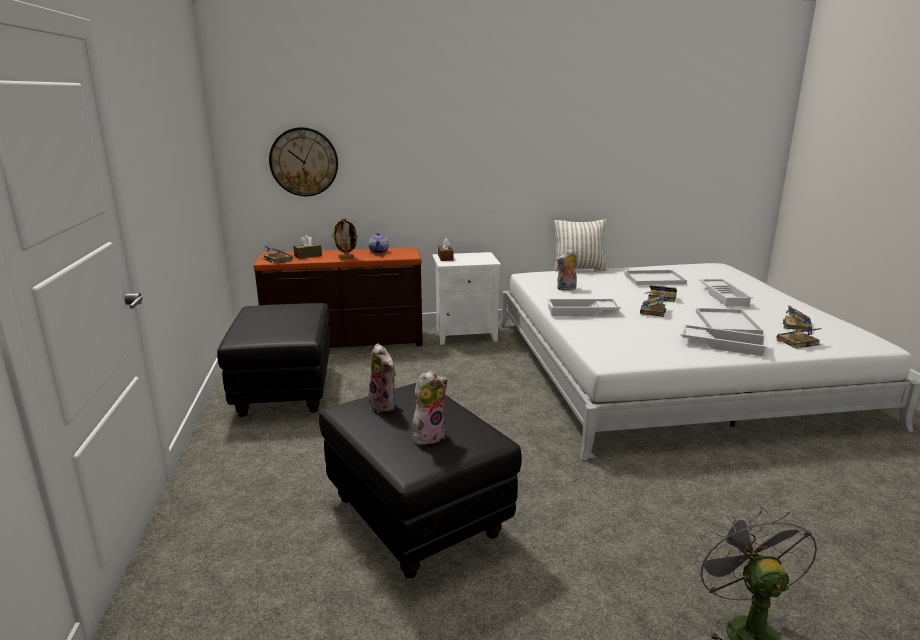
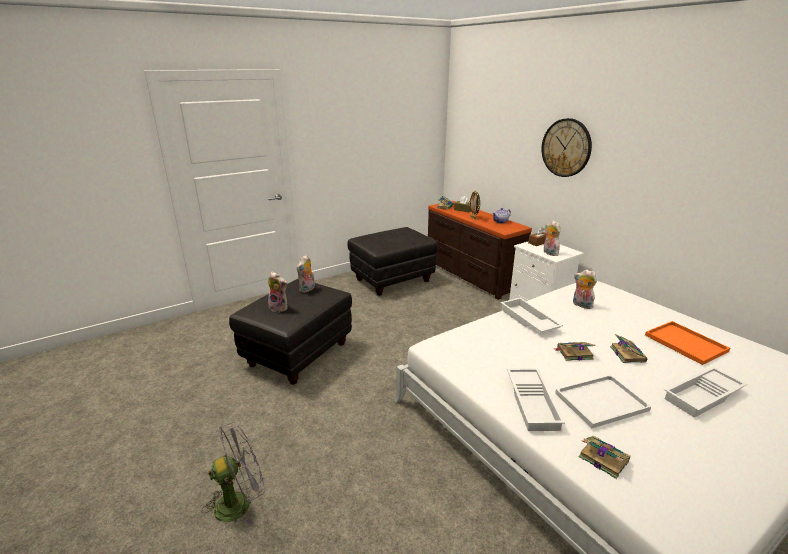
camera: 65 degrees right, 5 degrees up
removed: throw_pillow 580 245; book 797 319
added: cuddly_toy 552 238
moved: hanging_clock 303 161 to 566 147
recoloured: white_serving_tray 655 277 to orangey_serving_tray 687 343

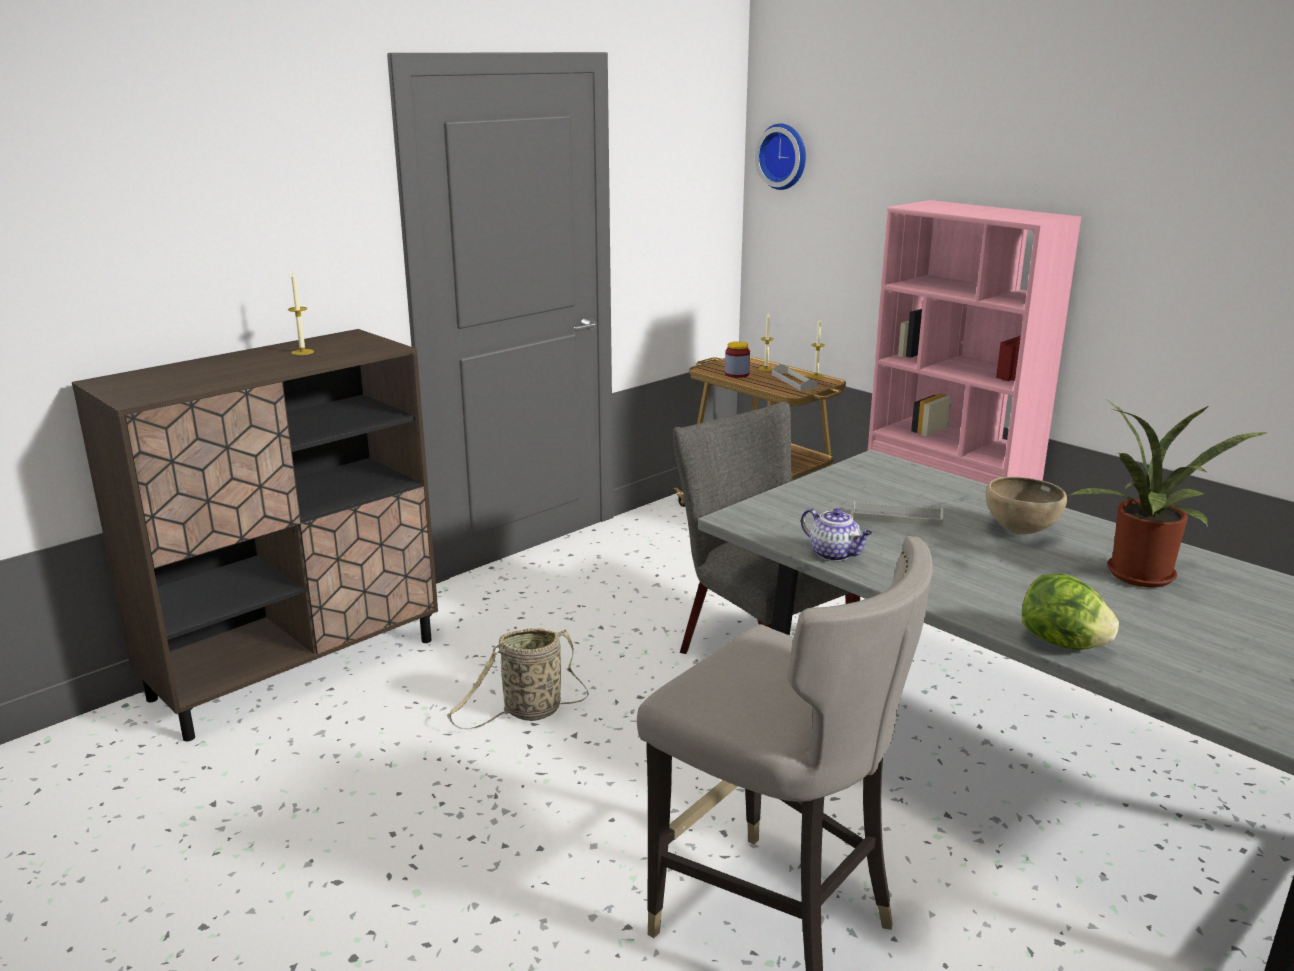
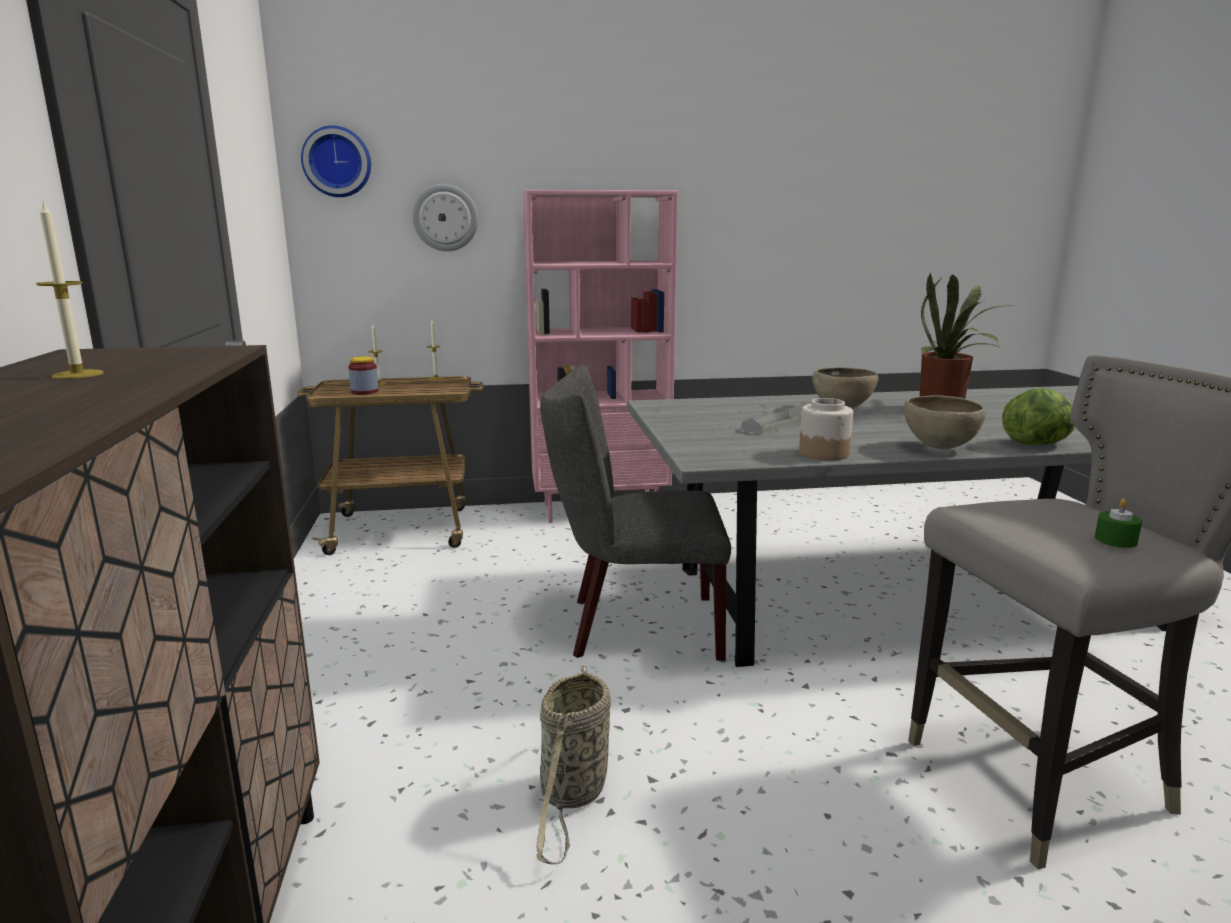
camera: 55 degrees left, 5 degrees down
removed: gray_serving_tray 795 377
added: hanging_clock 445 217; brownish_serving_bowl 945 422; green-coloured_wax_candle 1118 523
replaced: pot_for_tea 836 534 to storage_jar 826 429

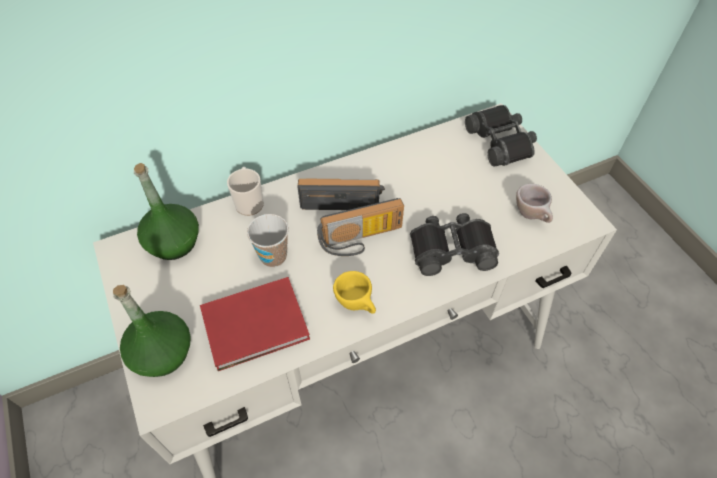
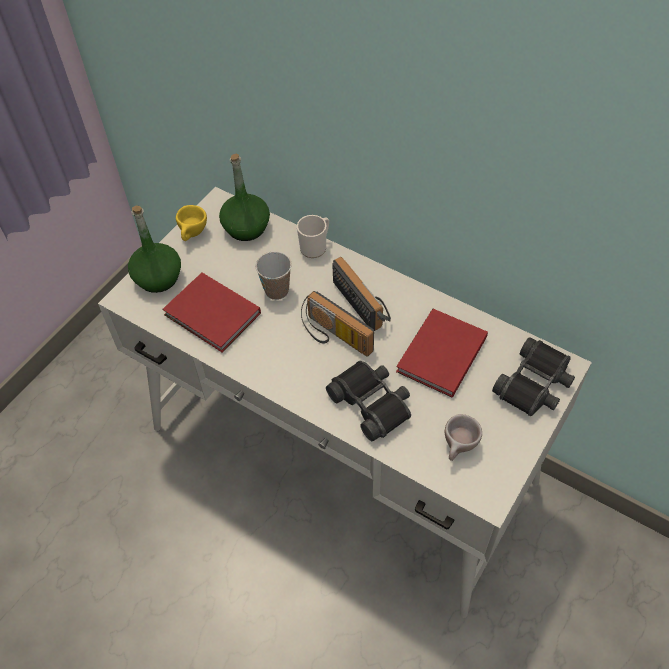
camera: 60 degrees right, 0 degrees up
added: reddish_book 442 353
moved: yellowish_cup 354 292 to 191 223

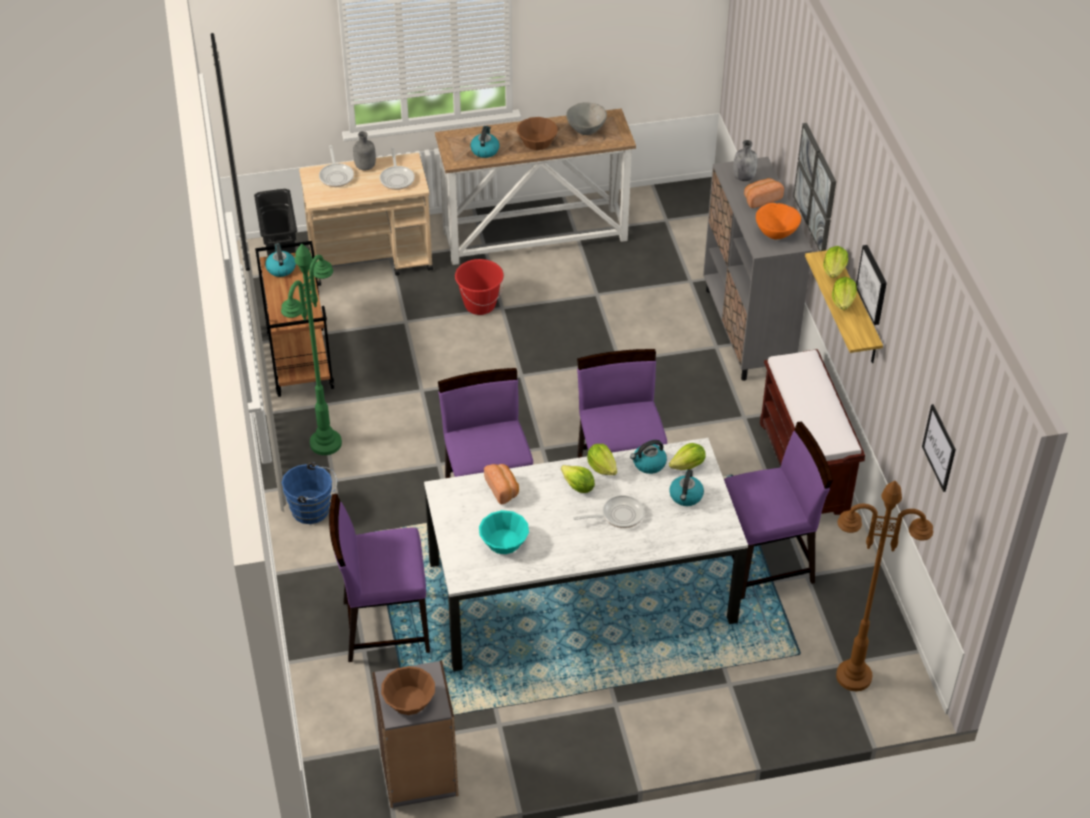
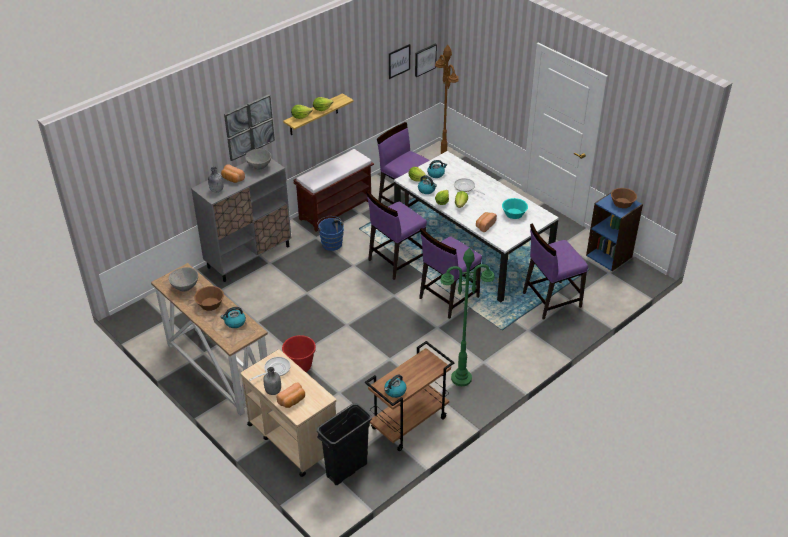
camera: 120 degrees left, 5 degrees down
moved: blue-coloured_pail 309 493 to 330 233; picture 871 285 to 426 60
replaced: frying_pan 336 166 to baked_bread 291 395
recoloured: gray_bookcase 415 734 to blue-coloured_bookcase 614 231; orangey_serving_bowl 778 221 to gray_serving_bowl 258 159
turned: purple-coloured_chair 379 578 = 555 271 105 degrees clockwise

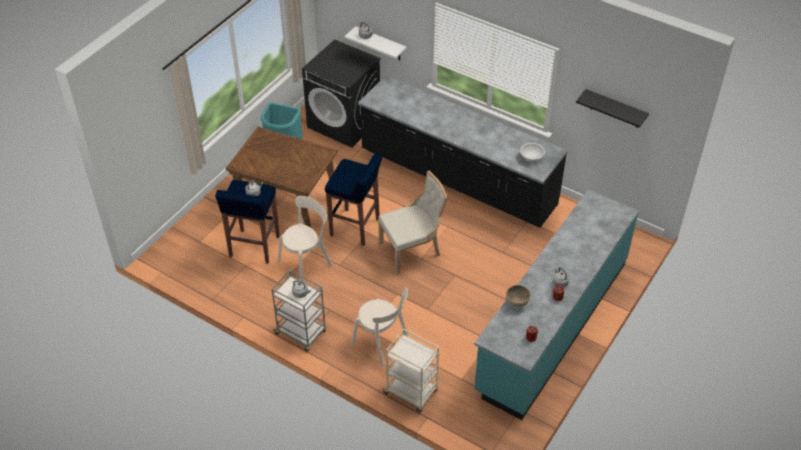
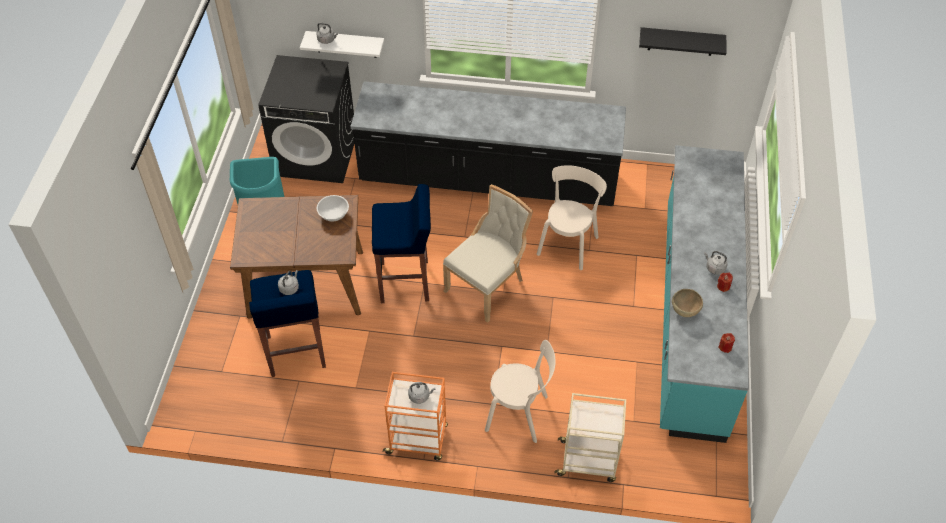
camera: 25 degrees left, 5 degrees up
moved: sand-coloured_chair 305 239 to 572 217; white_serving_bowl 532 152 to 333 208
recoloured: gray_trolley 299 310 to orangey_trolley 415 416

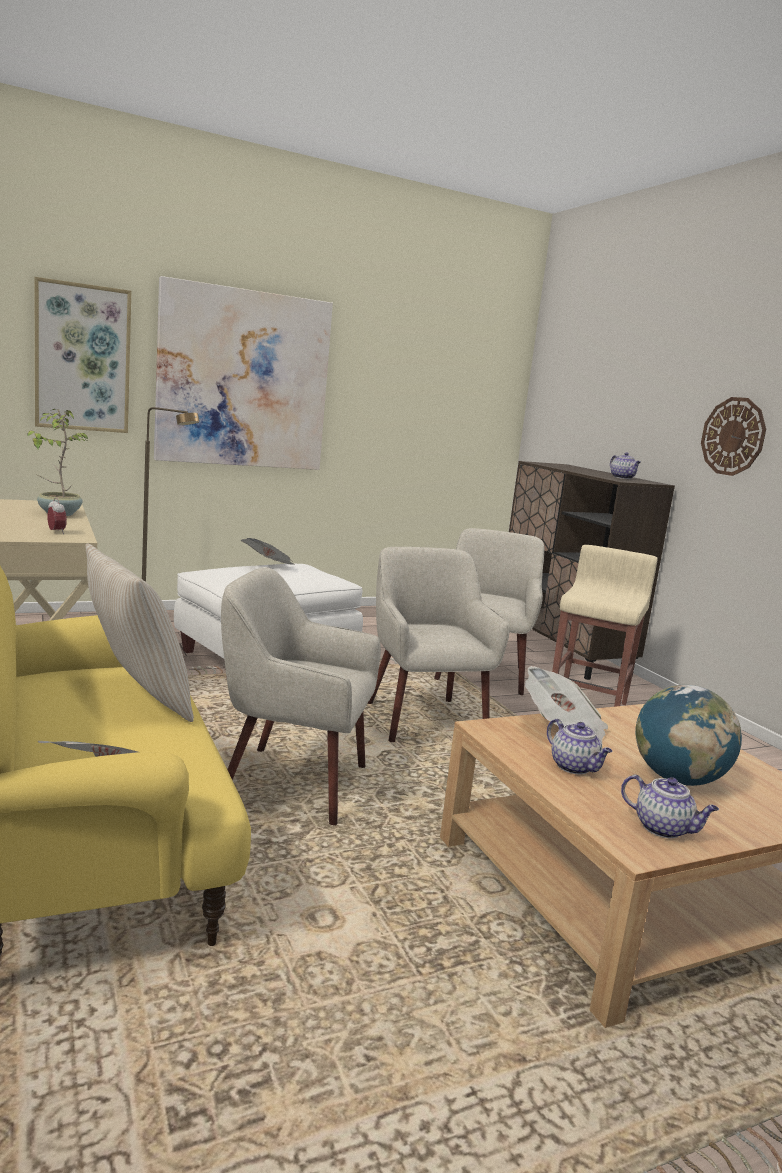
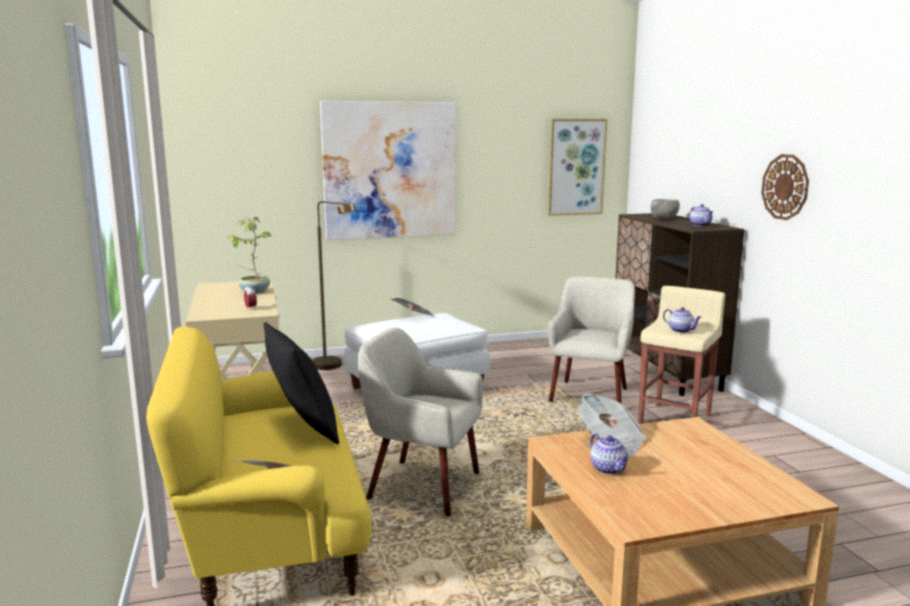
camera: 10 degrees right, 0 degrees up
removed: sand-coloured_easy_chair 438 644; globe 688 735
added: gray_serving_bowl 665 209
moved: picture 82 355 to 577 167; pot_for_tea 670 806 to 682 320
recoloured: sand-coloured_throw_pillow 139 632 to blackish_throw_pillow 301 383

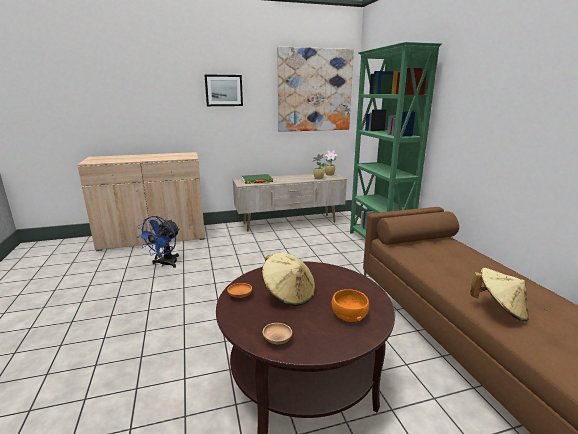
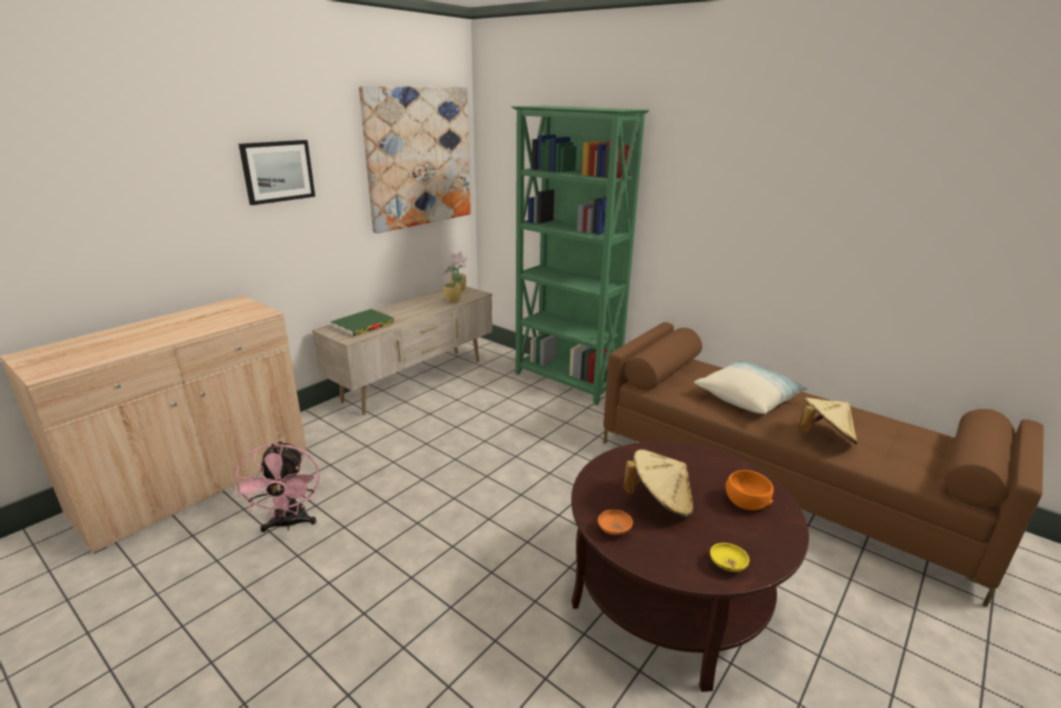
camera: 35 degrees left, 5 degrees up
added: throw_pillow 751 387
recoloured: blue-coloured_cooling_fan 158 242 to pink-coloured_cooling_fan 277 486; brownish_serving_bowl 277 333 to yellowish_serving_bowl 729 557

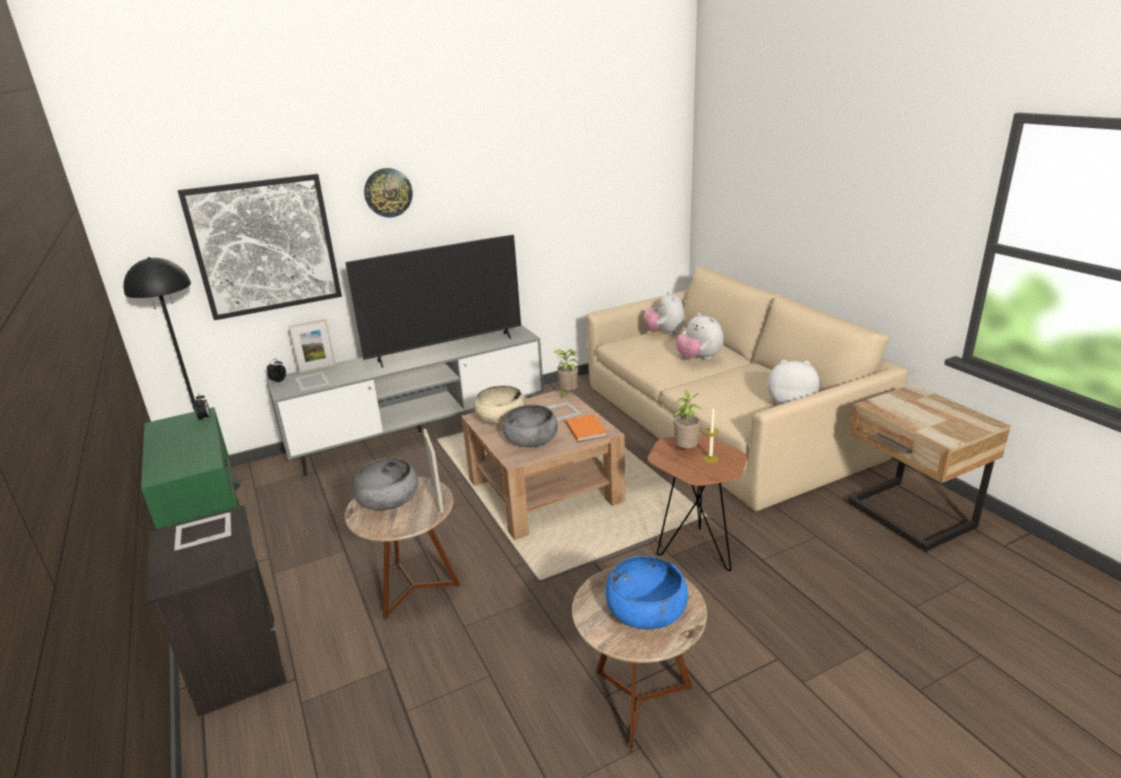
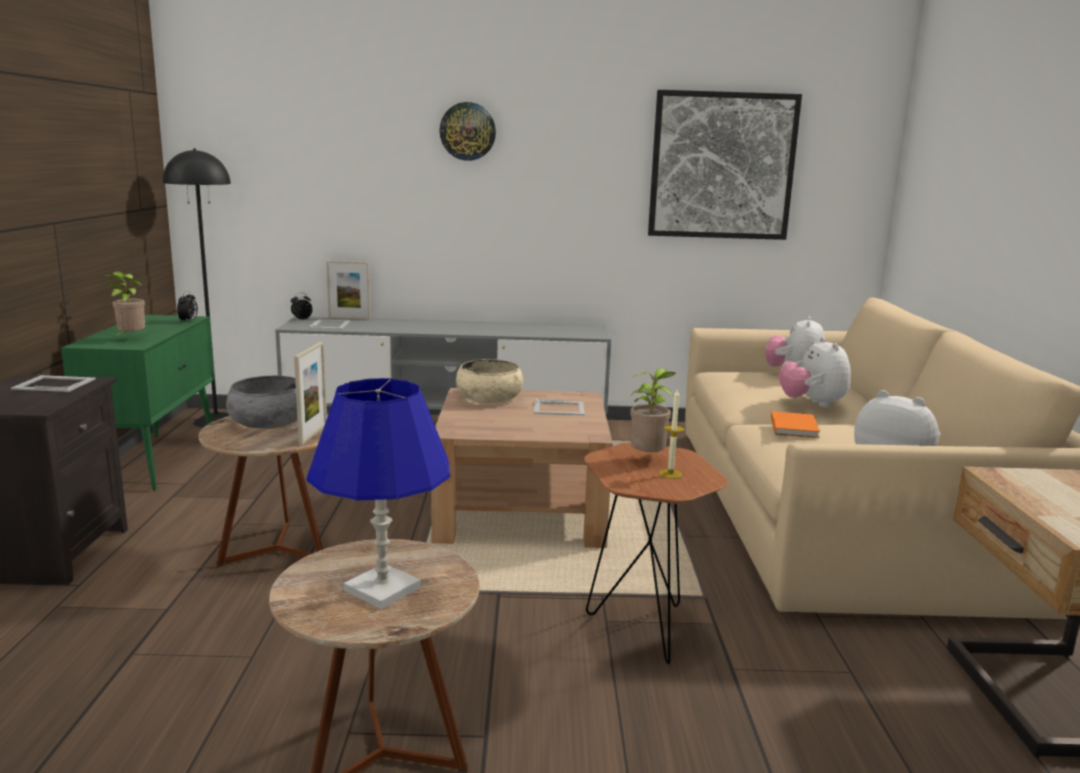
camera: 25 degrees right, 10 degrees down
removed: TV 433 301; gray_serving_bowl 530 426
moved: picture 260 247 to 725 165; plant_in_a_pot 566 373 to 123 304; orangey_book 586 428 to 795 424
replaced: blue-coloured_serving_bowl 646 593 to blue-coloured_tabletop_lamp 378 493

